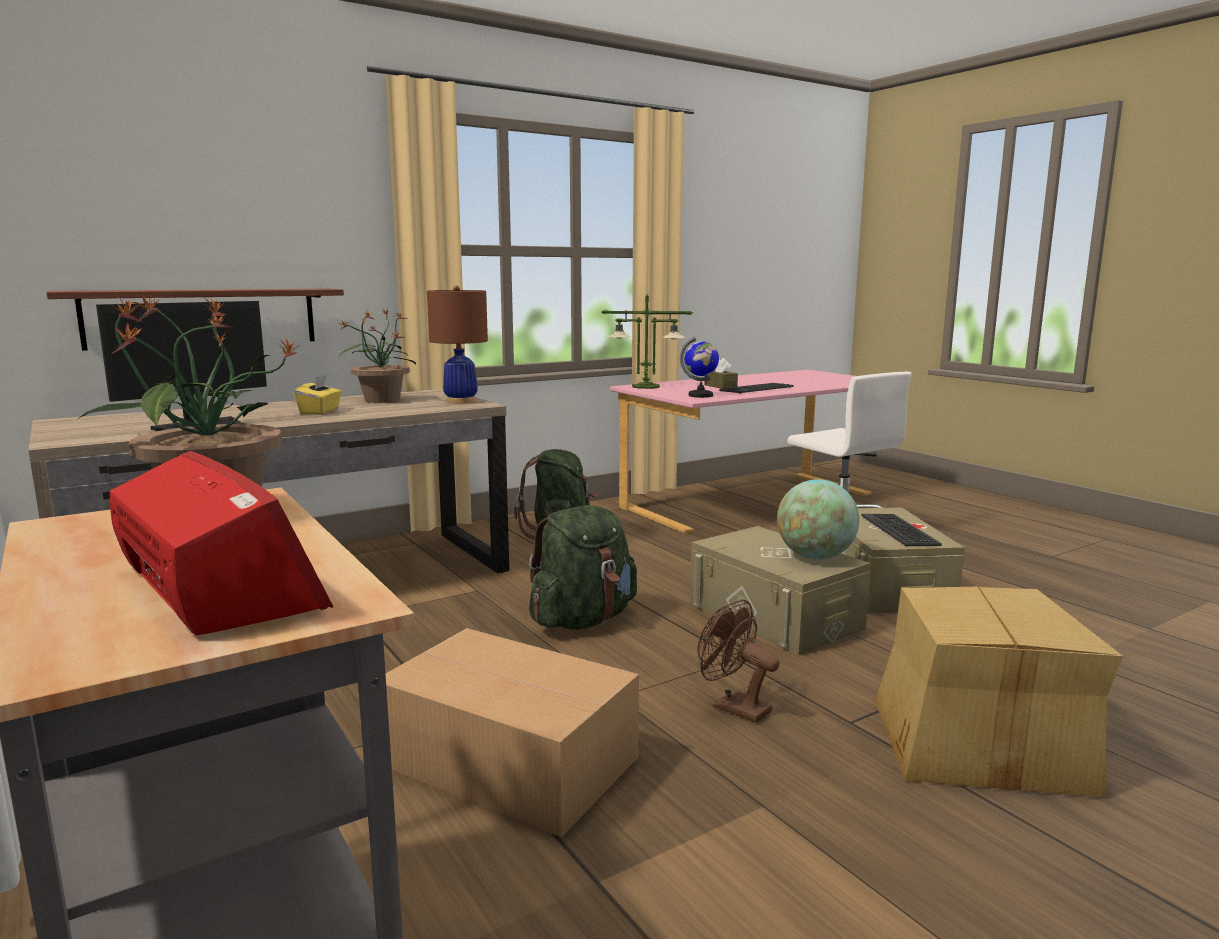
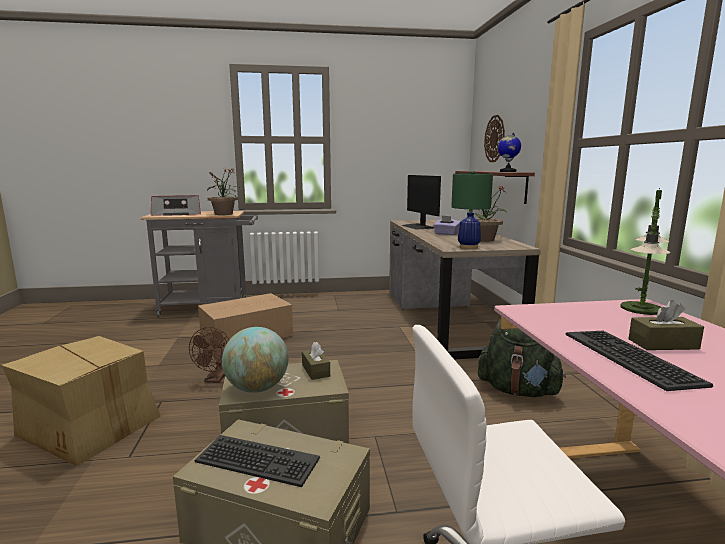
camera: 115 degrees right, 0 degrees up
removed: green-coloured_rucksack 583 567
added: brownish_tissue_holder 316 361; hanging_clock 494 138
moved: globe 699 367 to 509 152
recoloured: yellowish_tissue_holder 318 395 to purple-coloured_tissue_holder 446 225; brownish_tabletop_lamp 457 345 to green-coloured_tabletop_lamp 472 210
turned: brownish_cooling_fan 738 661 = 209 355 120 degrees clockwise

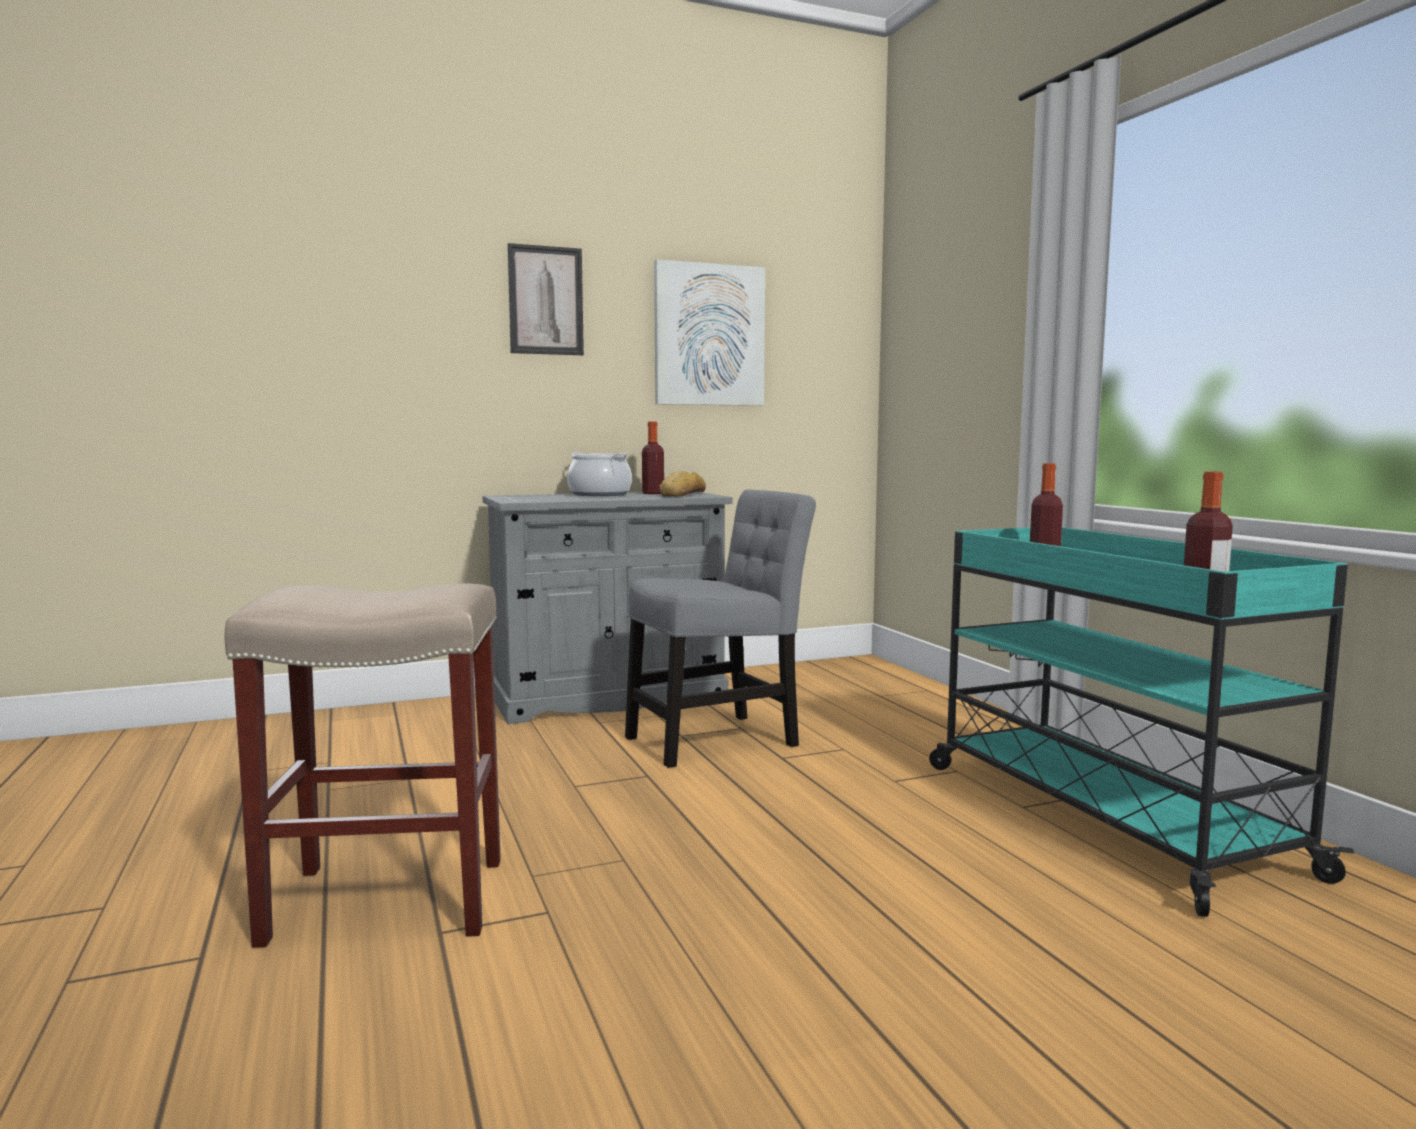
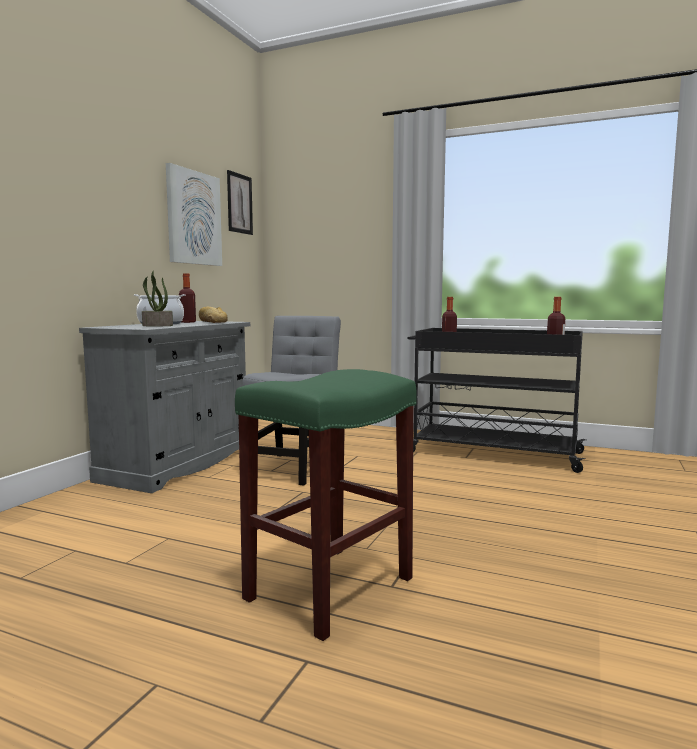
camera: 45 degrees left, 0 degrees up
added: plant_in_a_pot 157 298
moved: picture 545 299 to 240 202
recoloured: sand-coloured_stool_seat 362 765 to green-coloured_stool_seat 326 505; turquoise_trolley 1141 722 to blackish_trolley 496 400

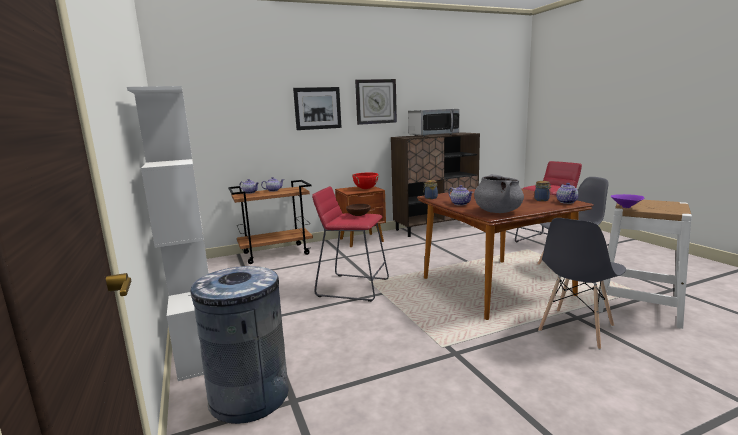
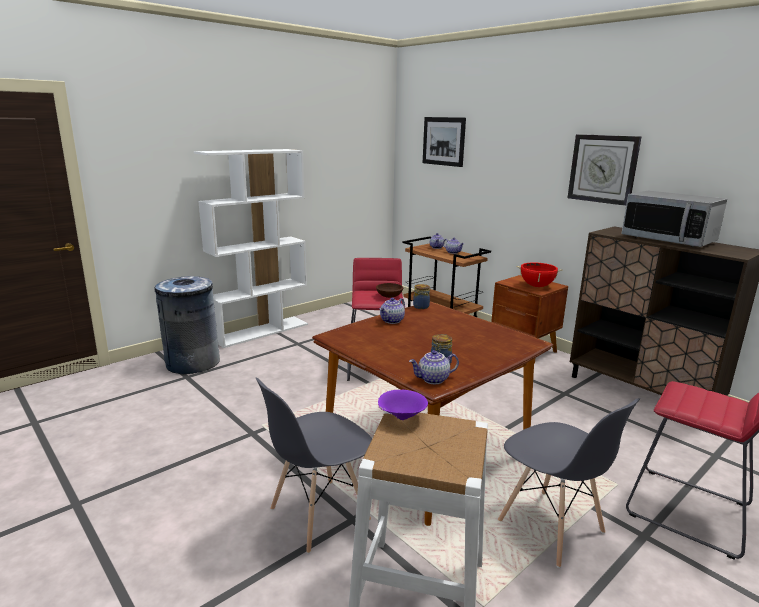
camera: 70 degrees right, 5 degrees up
removed: gray_saucepot 499 193
moved: picture 317 108 to 444 142
turned: gray_chair 582 284 = 314 466 60 degrees counterclockwise

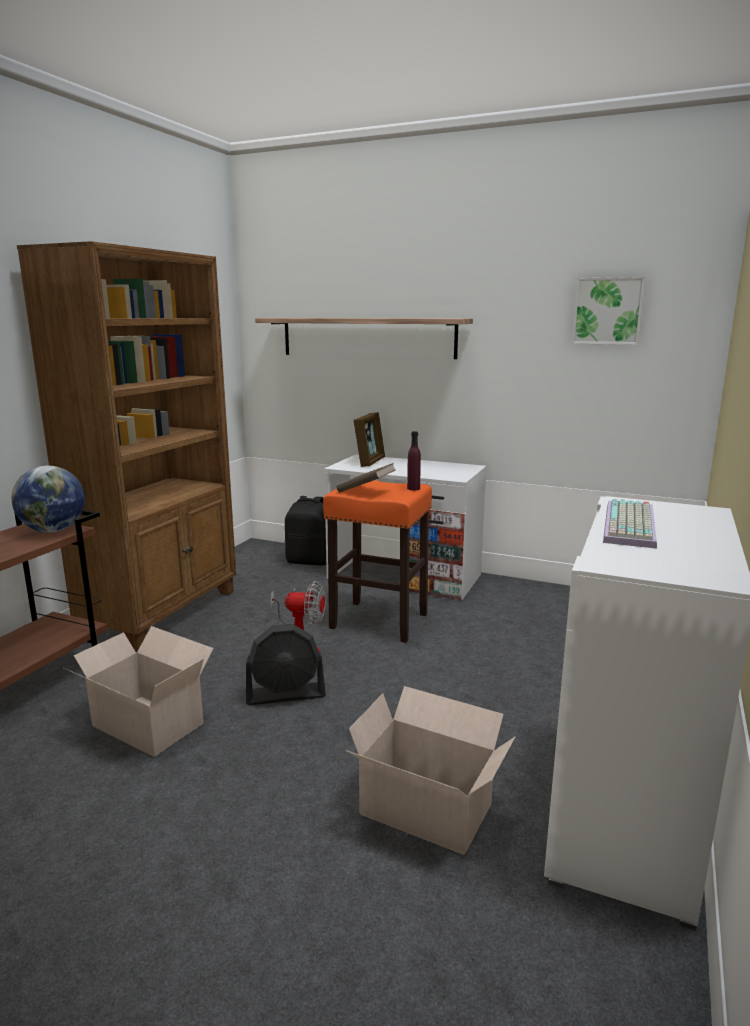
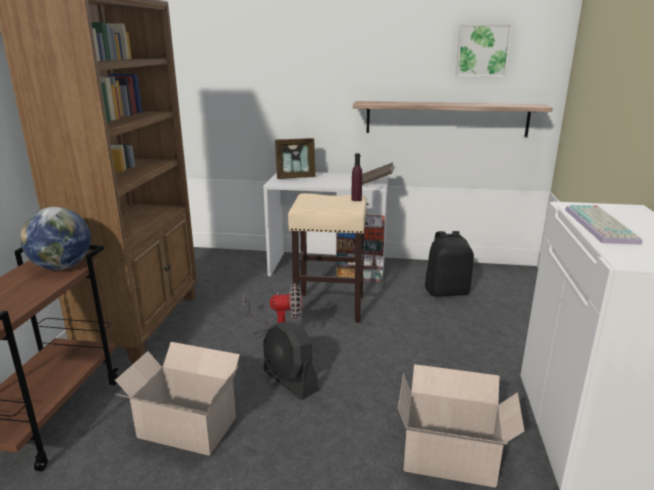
camera: 15 degrees left, 5 degrees up
moved: bracket_shelf 364 338 to 453 119; blackish_rucksack 305 531 to 449 263; brownish_book 366 478 to 378 173
recoloured: orangey_stool_seat 377 561 to sand-coloured_stool_seat 327 258
turned: blackish_cooling_fan 286 664 = 291 361 75 degrees clockwise; standing_frame 369 439 = 295 158 75 degrees clockwise

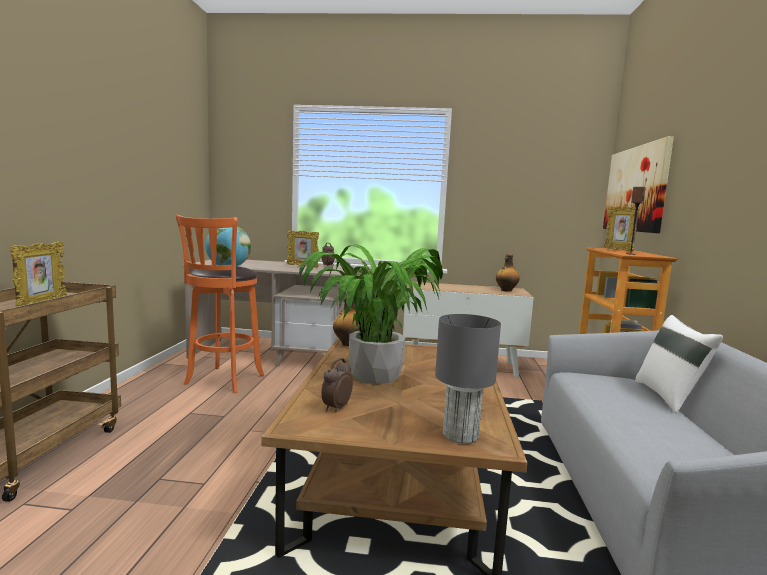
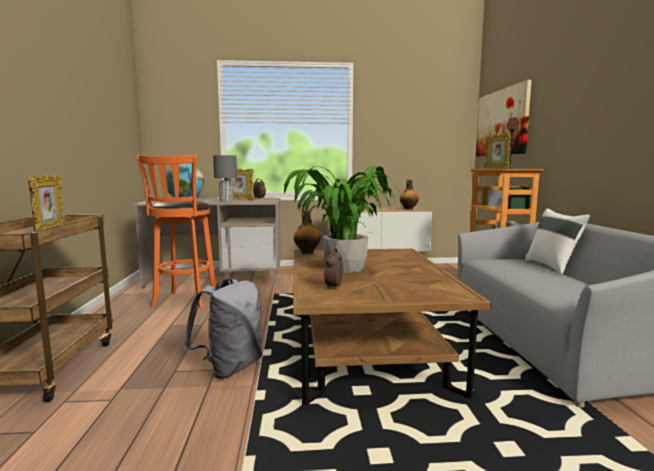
camera: 10 degrees left, 0 degrees up
added: gray_rucksack 223 328
moved: gray_tabletop_lamp 468 379 to 225 178

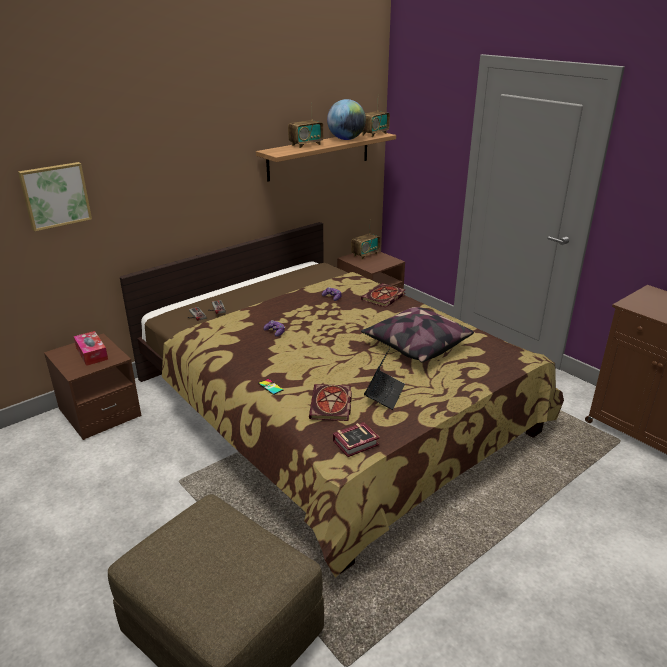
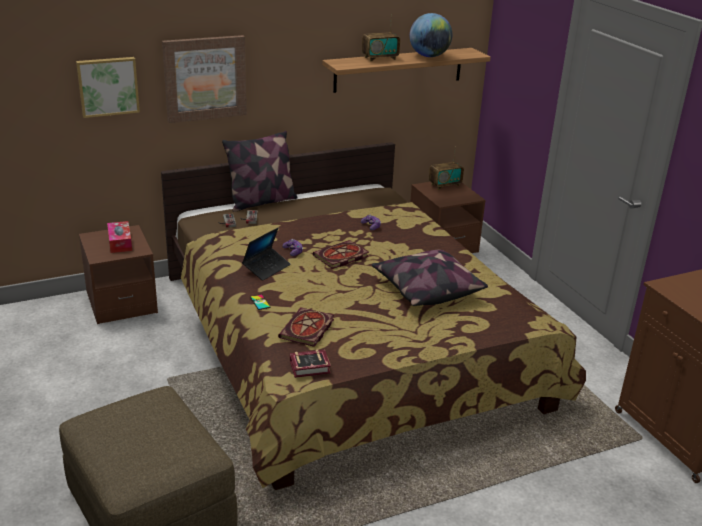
camera: 15 degrees right, 0 degrees up
removed: radio 376 115
added: picture 204 79; throw_pillow 260 171
moved: book 383 295 to 341 254; notebook_computer 384 379 to 266 254

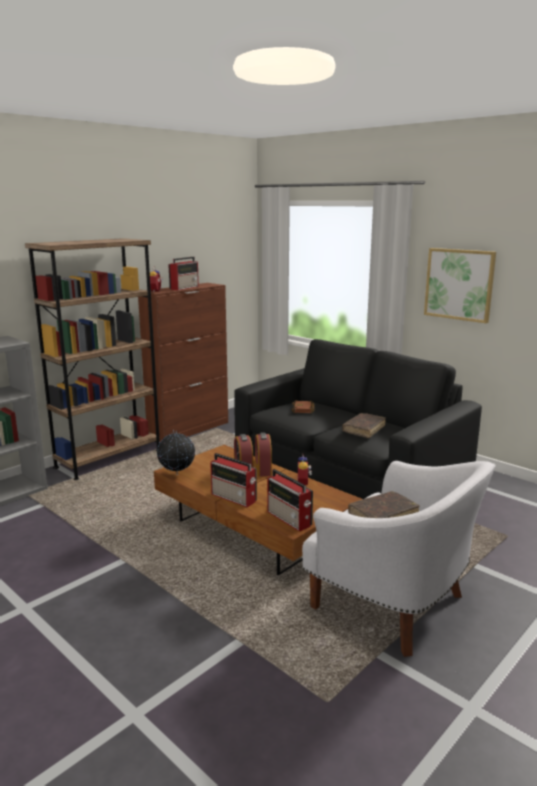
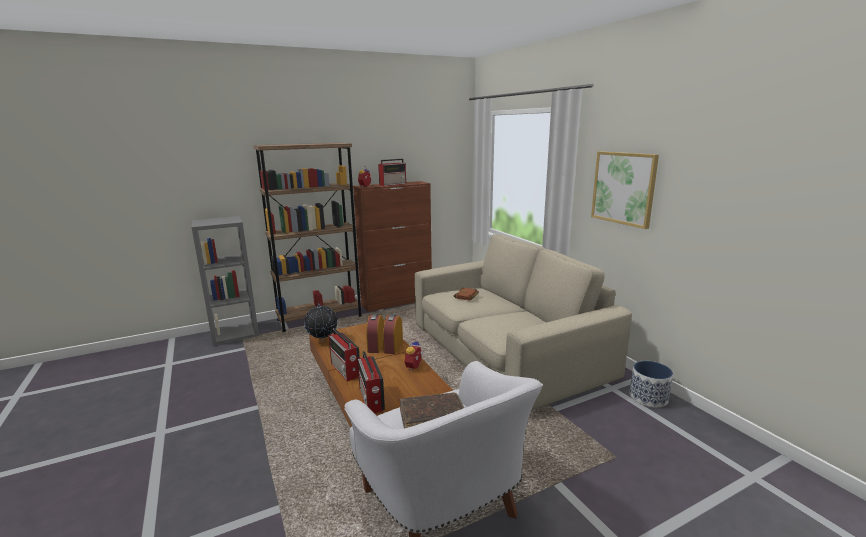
camera: 20 degrees right, 0 degrees up
removed: brownish_book 364 425
added: flower_pot 651 384
recoloured: blackish_couch 358 419 to sand-coloured_couch 523 322

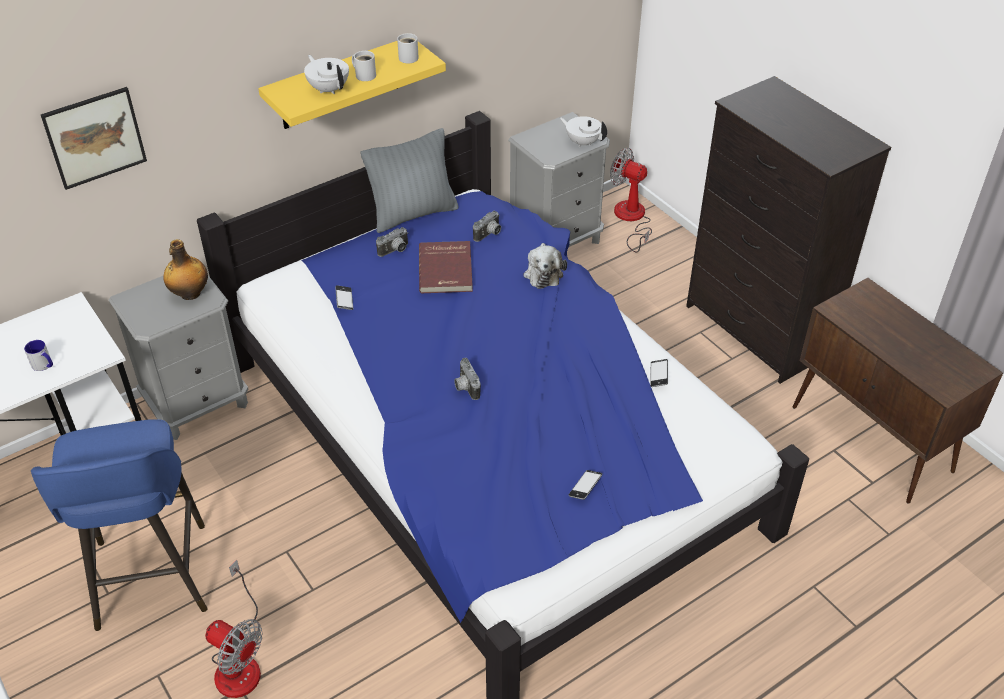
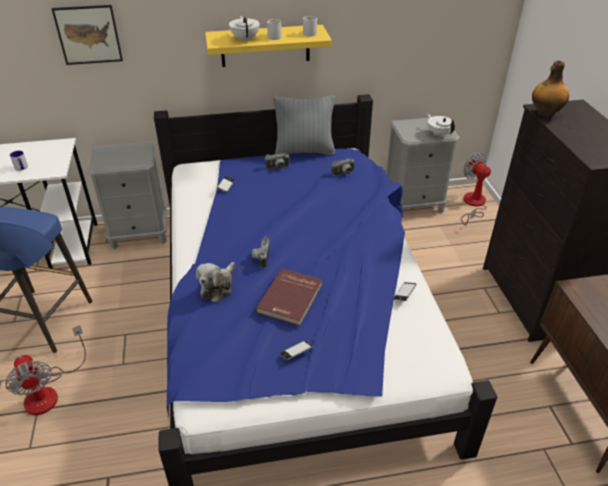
camera: 25 degrees right, 5 degrees down
moved: bottle 185 269 to 550 89; reddish_book 446 267 to 289 297; cuddly_toy 545 266 to 215 282

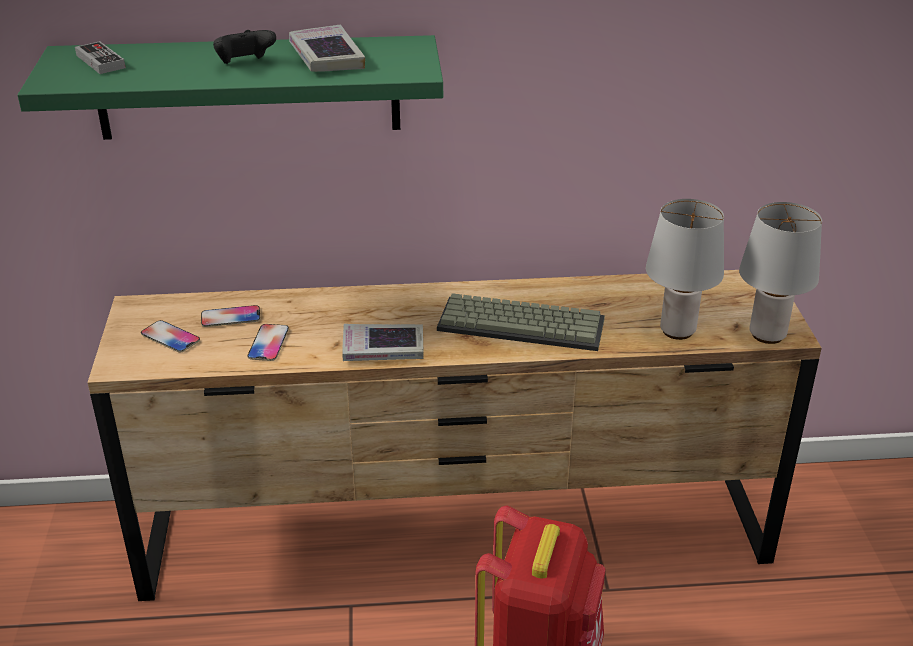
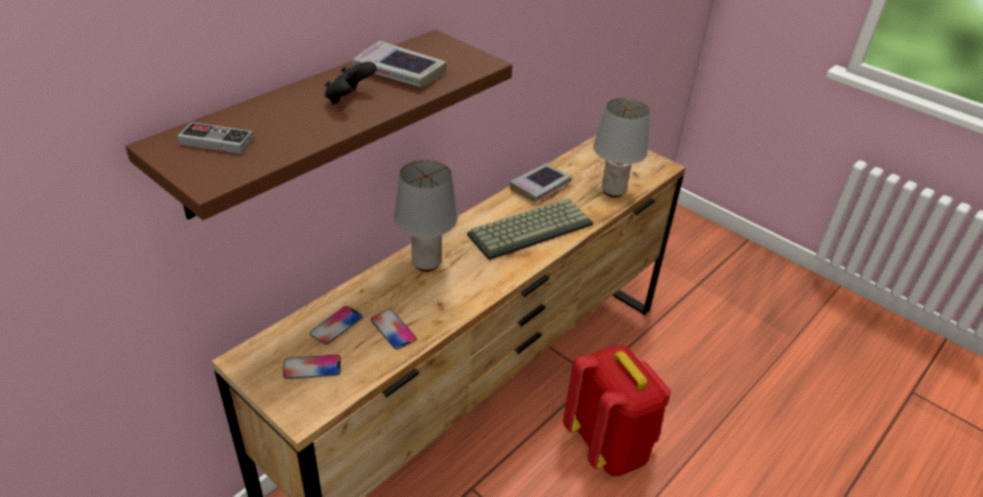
camera: 45 degrees left, 5 degrees up
moved: book 383 342 to 541 183; gray_tabletop_lamp 780 273 to 425 216
recoloured: green-coloured_bracket_shelf 230 87 to brownish_bracket_shelf 318 125

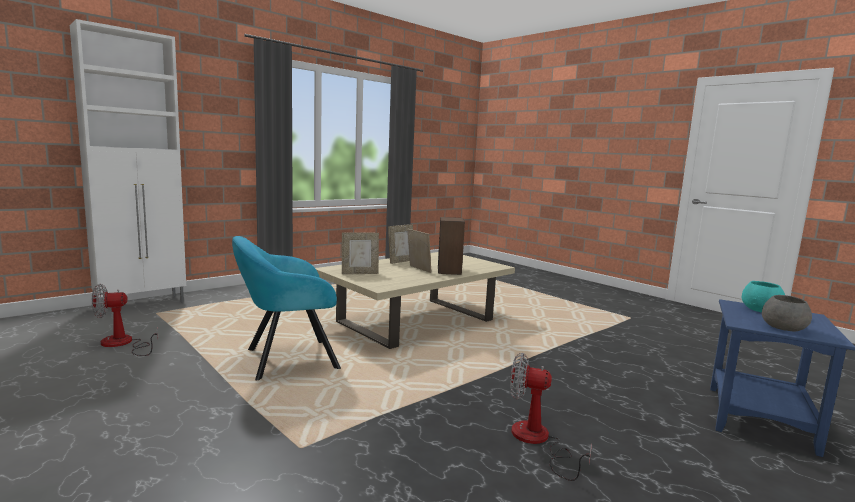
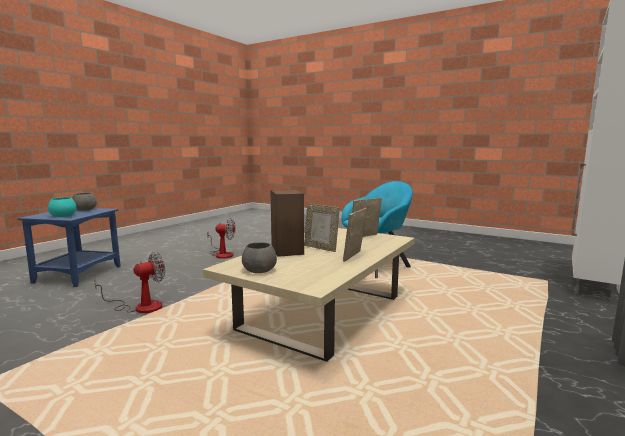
camera: 165 degrees right, 0 degrees up
added: gray_serving_bowl 259 257
moved: cooling_fan 125 320 to 129 282

